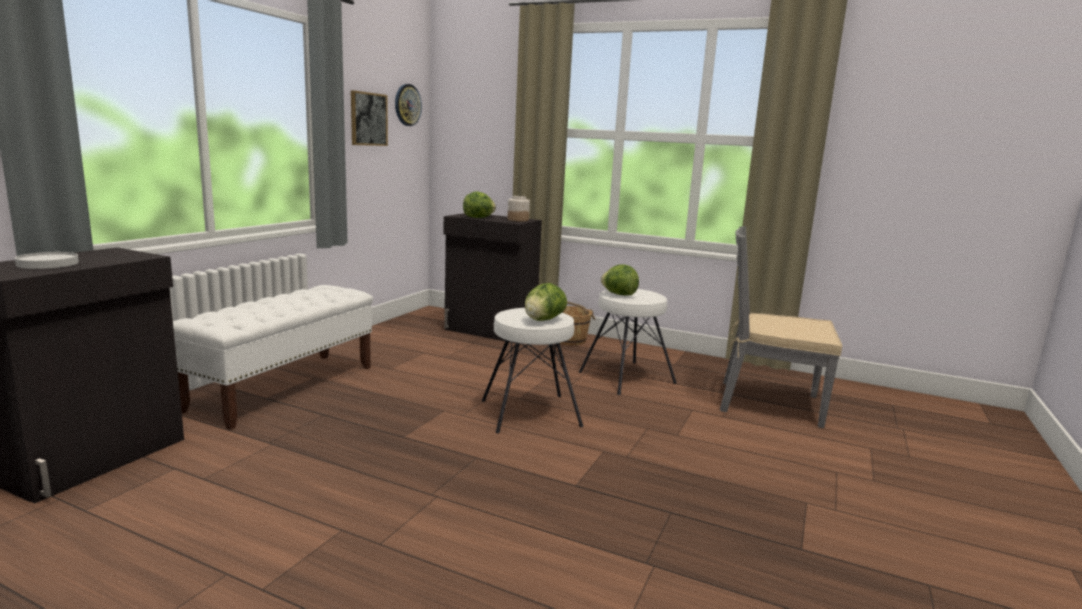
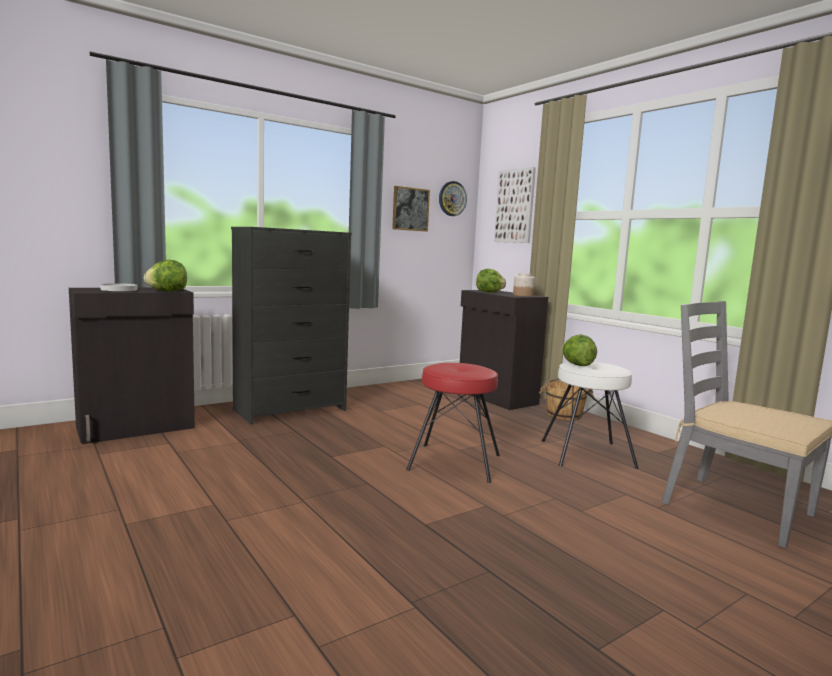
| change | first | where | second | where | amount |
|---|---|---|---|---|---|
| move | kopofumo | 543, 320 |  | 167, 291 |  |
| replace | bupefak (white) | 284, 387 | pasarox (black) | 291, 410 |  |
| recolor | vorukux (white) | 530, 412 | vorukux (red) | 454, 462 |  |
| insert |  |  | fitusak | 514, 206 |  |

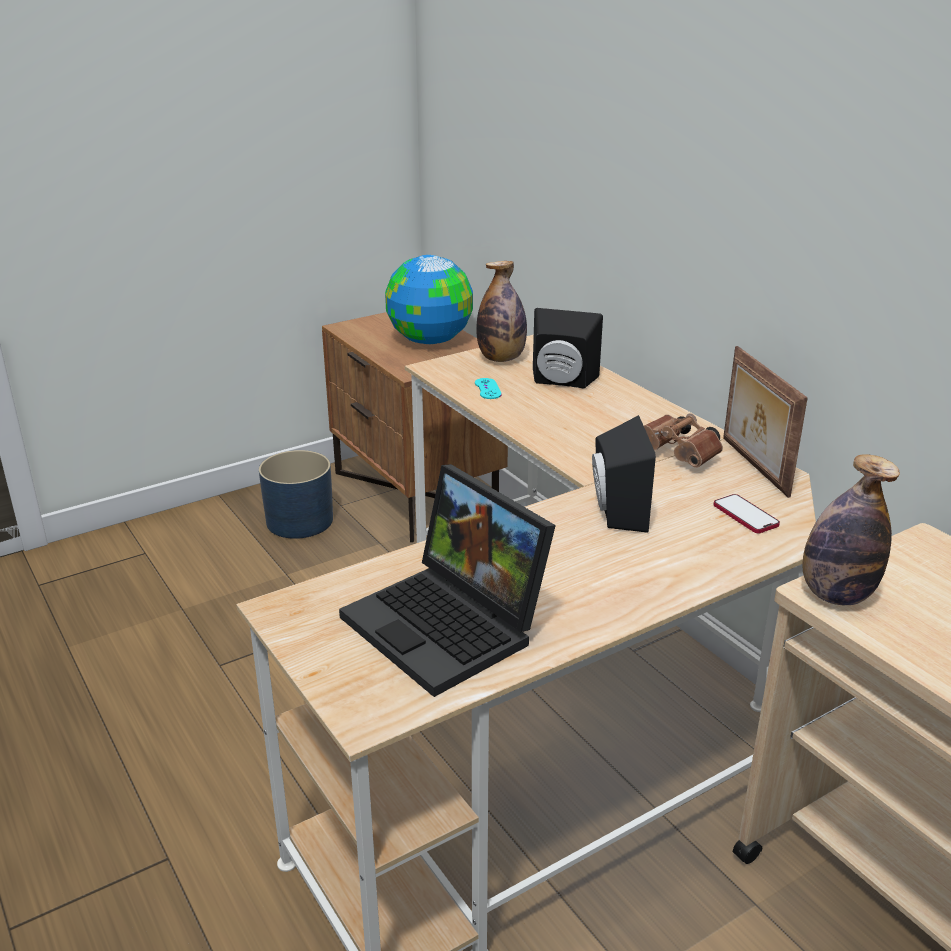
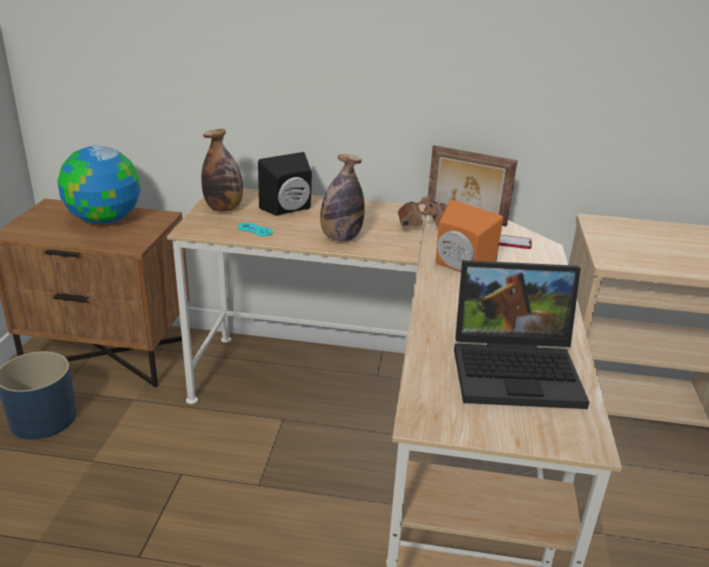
| change | first | where | second | where | amount |
|---|---|---|---|---|---|
| move | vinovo | 836, 595 |  | 340, 238 |  |
| recolor | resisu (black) | 615, 511 | resisu (orange) | 459, 268 |  |

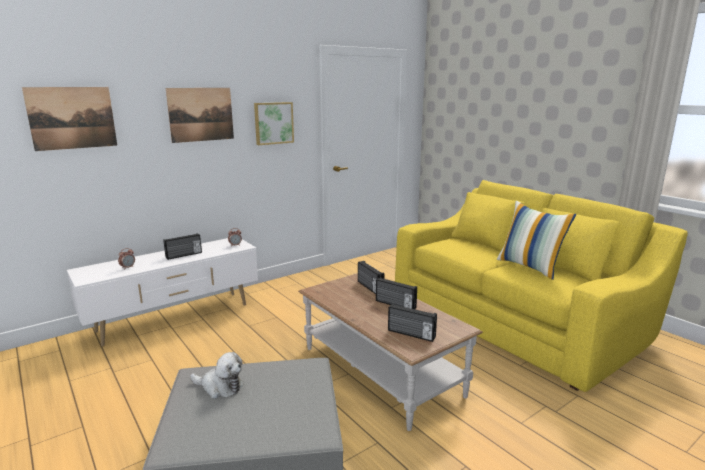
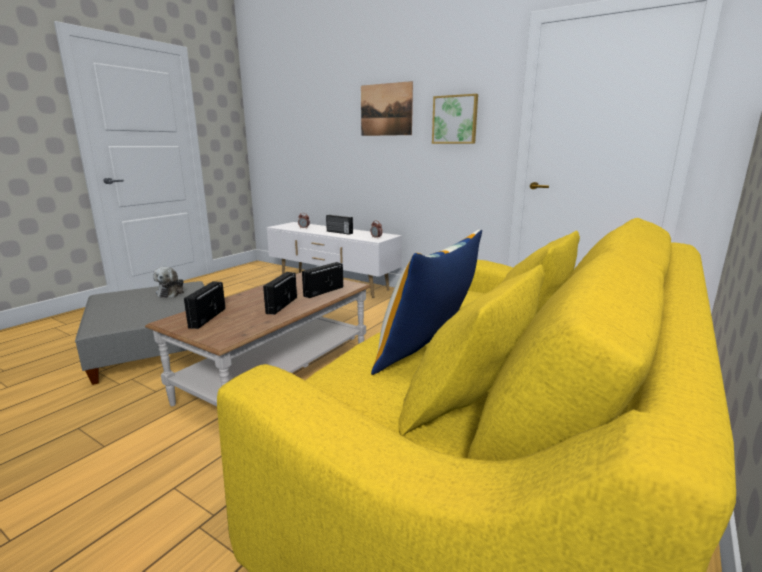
| change | first | where | second | where | amount |
|---|---|---|---|---|---|
| delete | fitusak | 72, 118 |  |  |  |

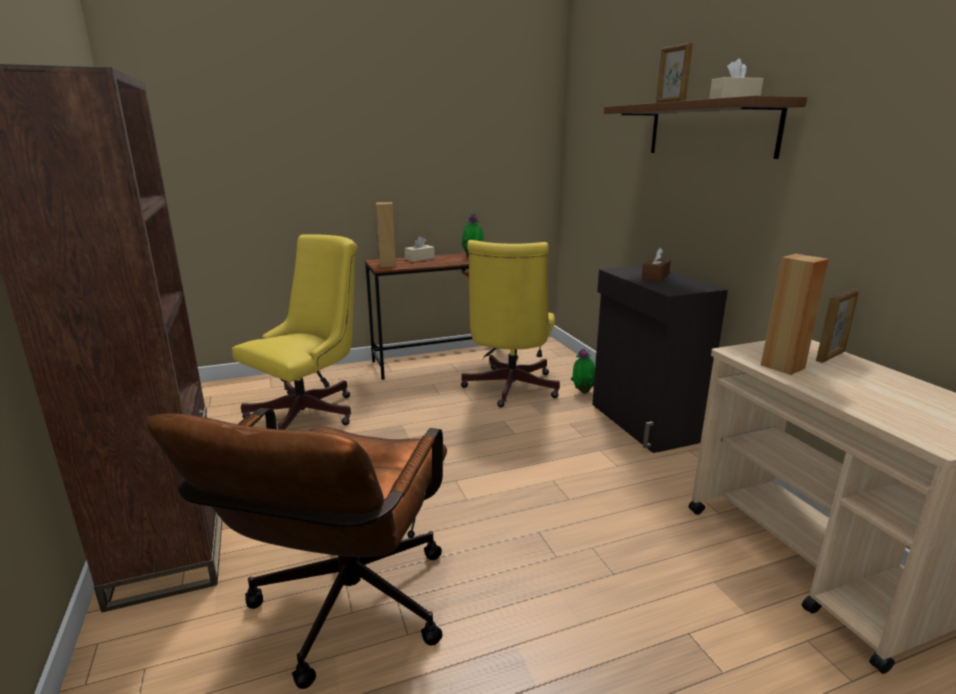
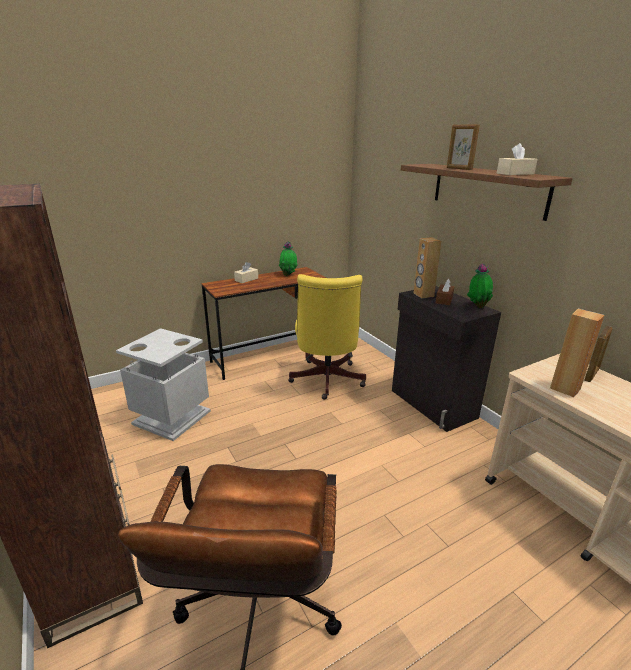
| change | first | where | second | where | amount |
|---|---|---|---|---|---|
| replace | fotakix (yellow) | 310, 412 | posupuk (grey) | 172, 417 |  |
| move | resisu (brown) | 387, 265 |  | 423, 295 |  |
| move | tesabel | 583, 392 |  | 477, 306 |  |

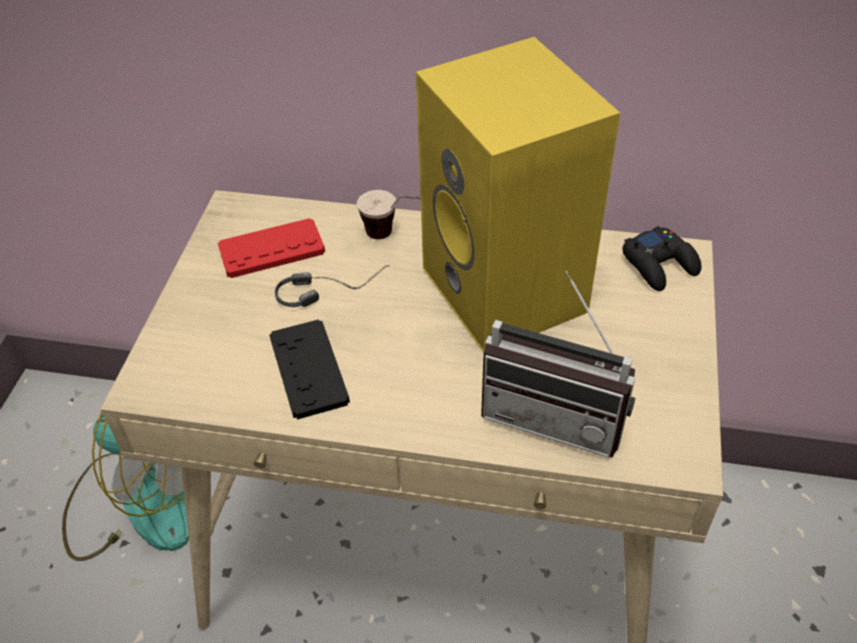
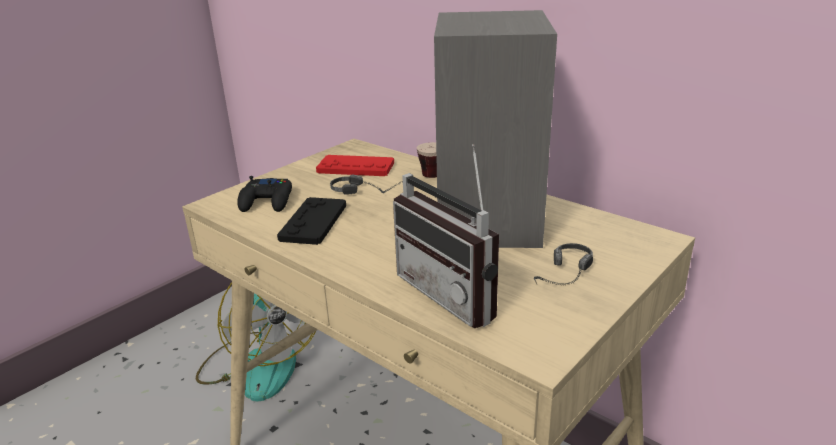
| change | first | where | second | where | amount |
|---|---|---|---|---|---|
| move | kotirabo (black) | 660, 265 |  | 267, 202 |  |
| recolor | resisu (yellow) | 508, 291 | resisu (grey) | 491, 222 |  |
| insert |  |  | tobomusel | 564, 279 |  |

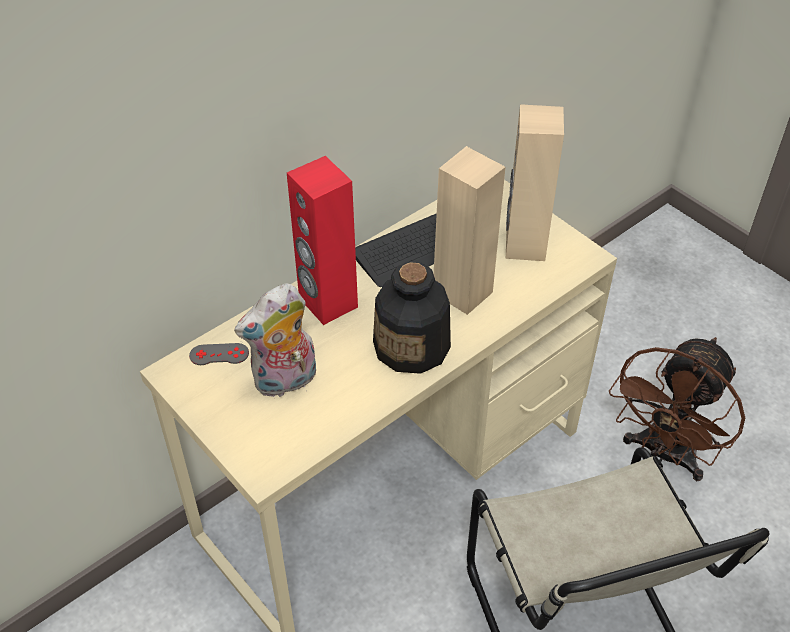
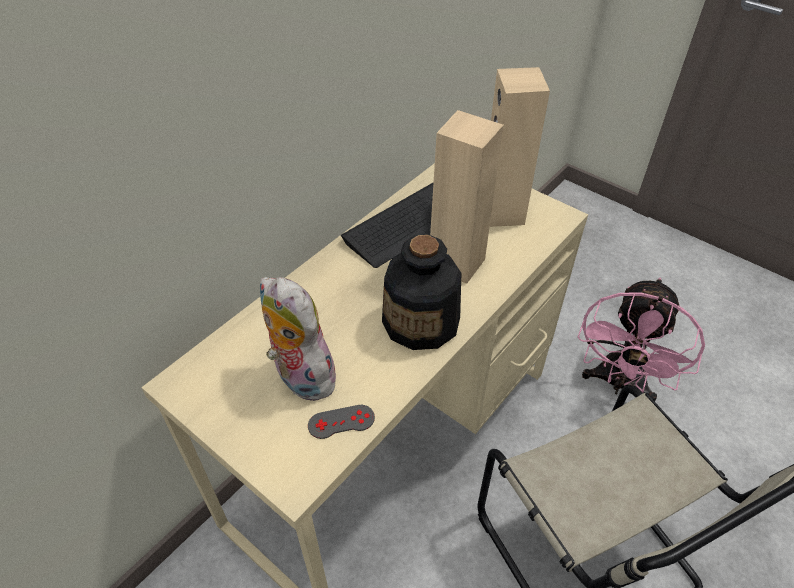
| change | first | where | second | where | amount |
|---|---|---|---|---|---|
| rotate | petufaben | 285, 382 |  | 300, 377 | 90 degrees clockwise |
| move | kotirabo (grey) | 219, 354 |  | 341, 422 |  |
| recolor | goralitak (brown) | 664, 455 | goralitak (pink) | 618, 383 |  |
| delete | resisu (red) | 327, 303 |  |  |  |

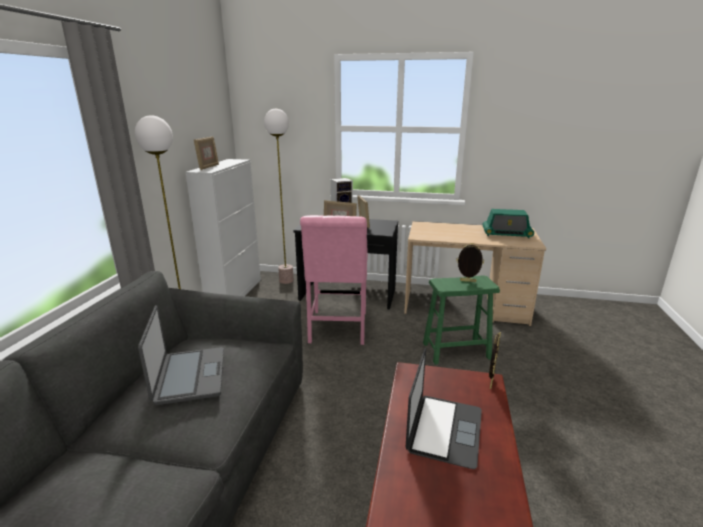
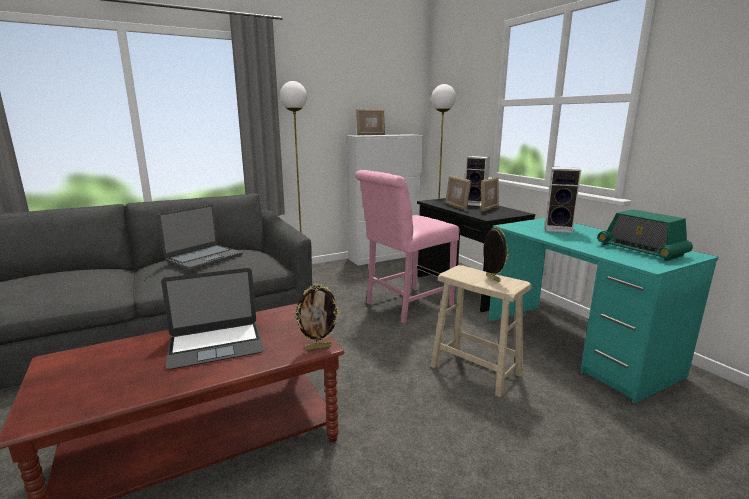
| change | first | where | second | where | amount |
|---|---|---|---|---|---|
| recolor | vorukux (green) | 456, 351 | vorukux (beige) | 475, 370 |  |
| recolor | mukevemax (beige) | 464, 307 | mukevemax (turquoise) | 575, 346 |  |
| insert |  |  | resisu | 559, 229 |  |

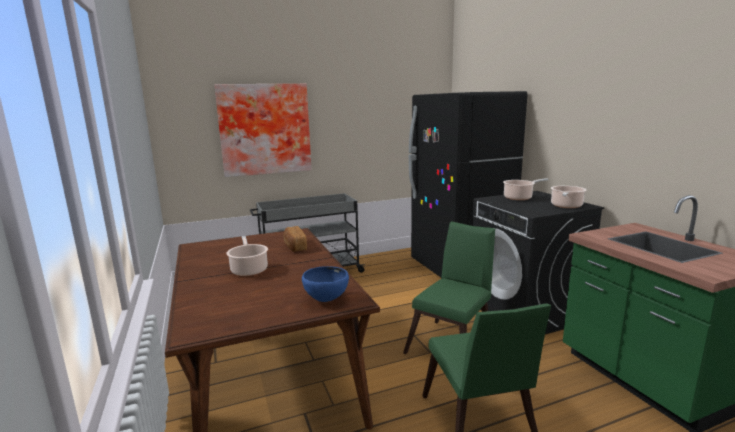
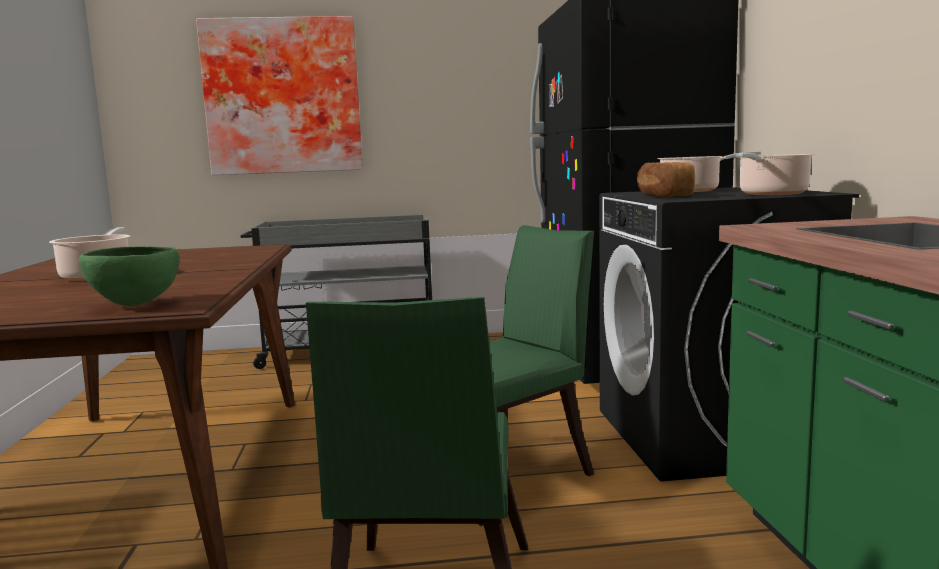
| change | first | where | second | where | amount |
|---|---|---|---|---|---|
| recolor | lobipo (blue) | 326, 300 | lobipo (green) | 135, 305 |  |
| move | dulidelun | 294, 246 |  | 662, 196 |  |

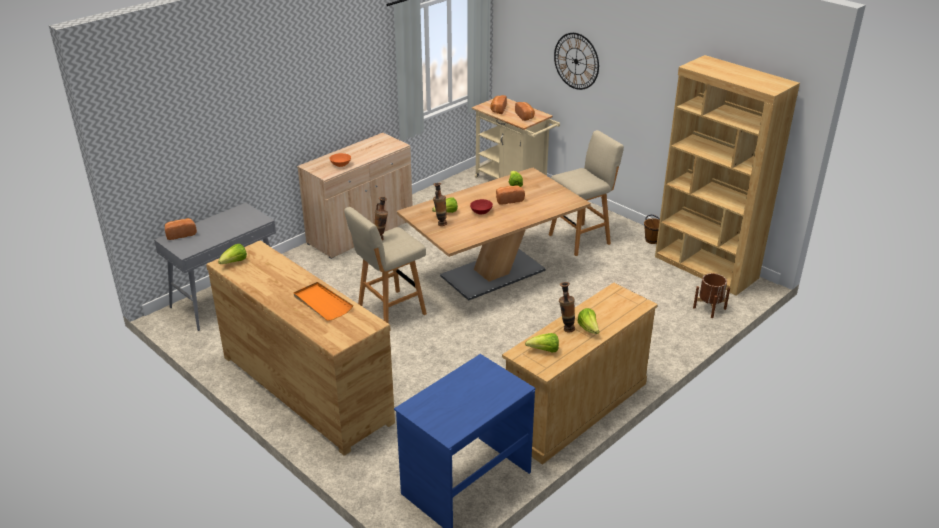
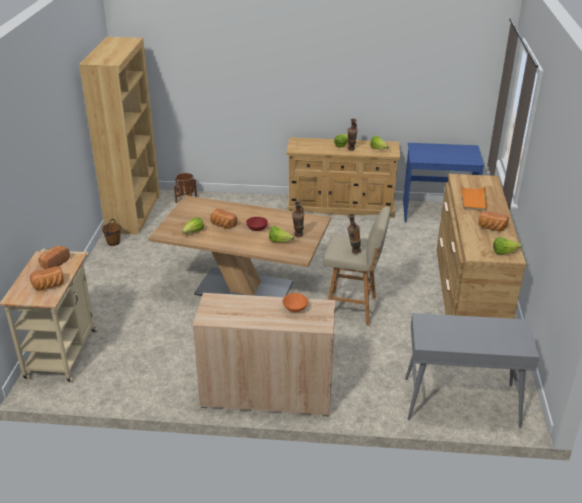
| change | first | where | second | where | amount |
|---|---|---|---|---|---|
| move | dulidelun | 181, 234 |  | 491, 228 |  |
| delete | vorukux (beige) | 581, 239 |  |  |  |
| delete | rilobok | 576, 61 |  |  |  |

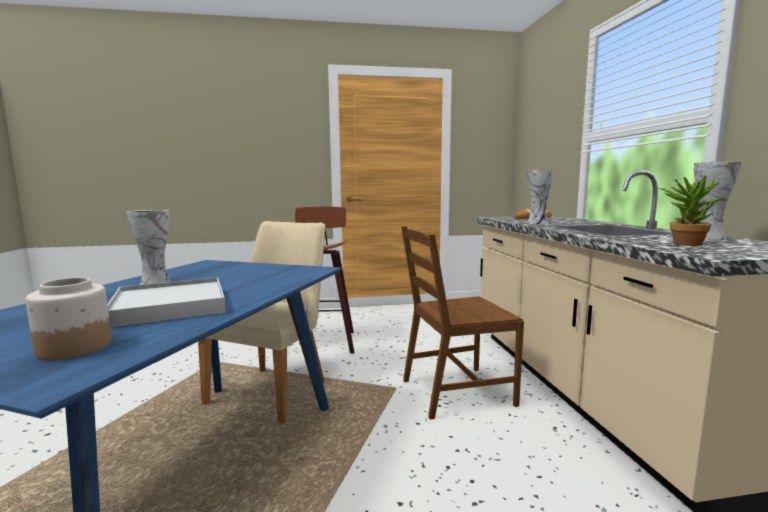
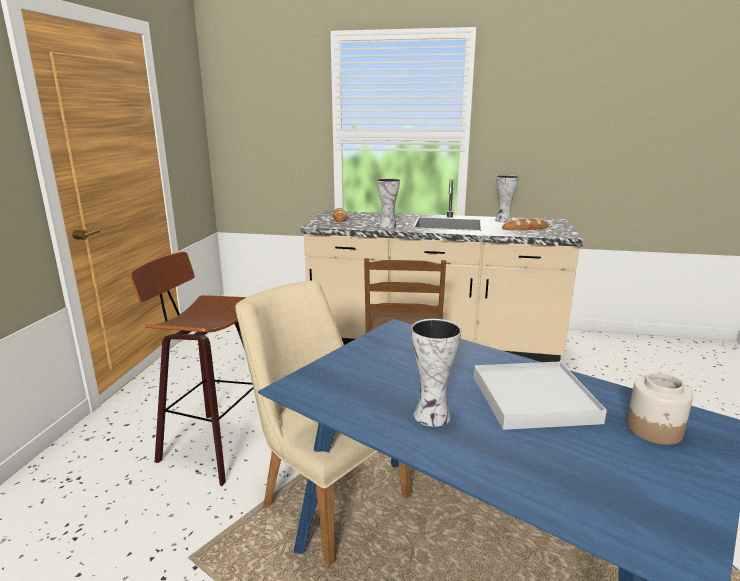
| change | first | where | second | where | amount |
|---|---|---|---|---|---|
| replace | tesabel | 685, 243 | dulidelun | 525, 228 |  |

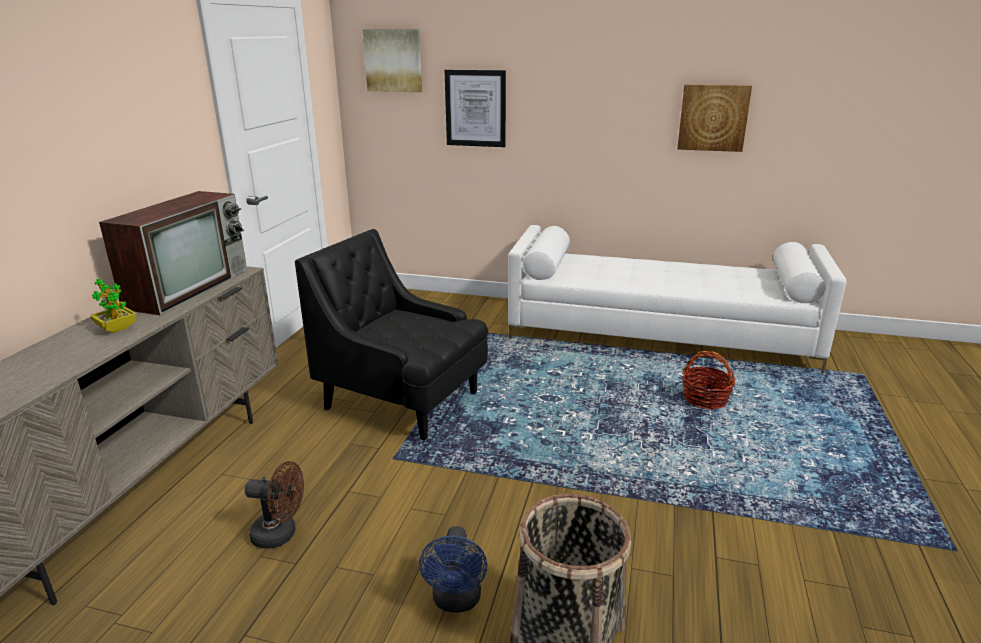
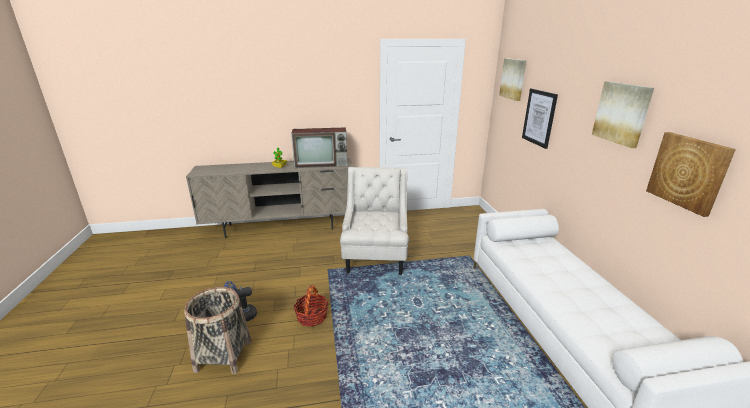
| change | first | where | second | where | amount |
|---|---|---|---|---|---|
| move | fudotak | 705, 399 |  | 312, 317 |  |
| recolor | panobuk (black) | 403, 401 | panobuk (white) | 376, 256 |  |
| insert |  |  | fitusak | 622, 113 |  |
| delete | goralitak (brown) | 281, 534 |  |  |  |

